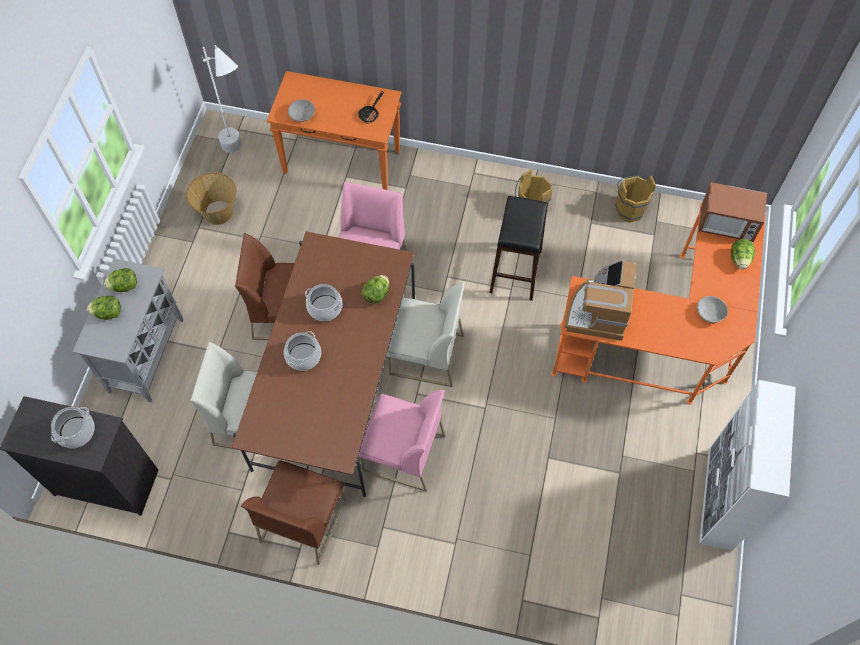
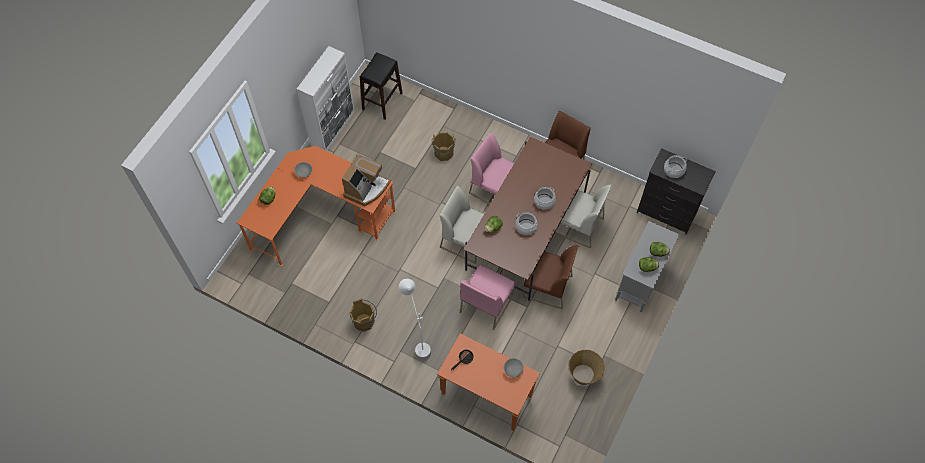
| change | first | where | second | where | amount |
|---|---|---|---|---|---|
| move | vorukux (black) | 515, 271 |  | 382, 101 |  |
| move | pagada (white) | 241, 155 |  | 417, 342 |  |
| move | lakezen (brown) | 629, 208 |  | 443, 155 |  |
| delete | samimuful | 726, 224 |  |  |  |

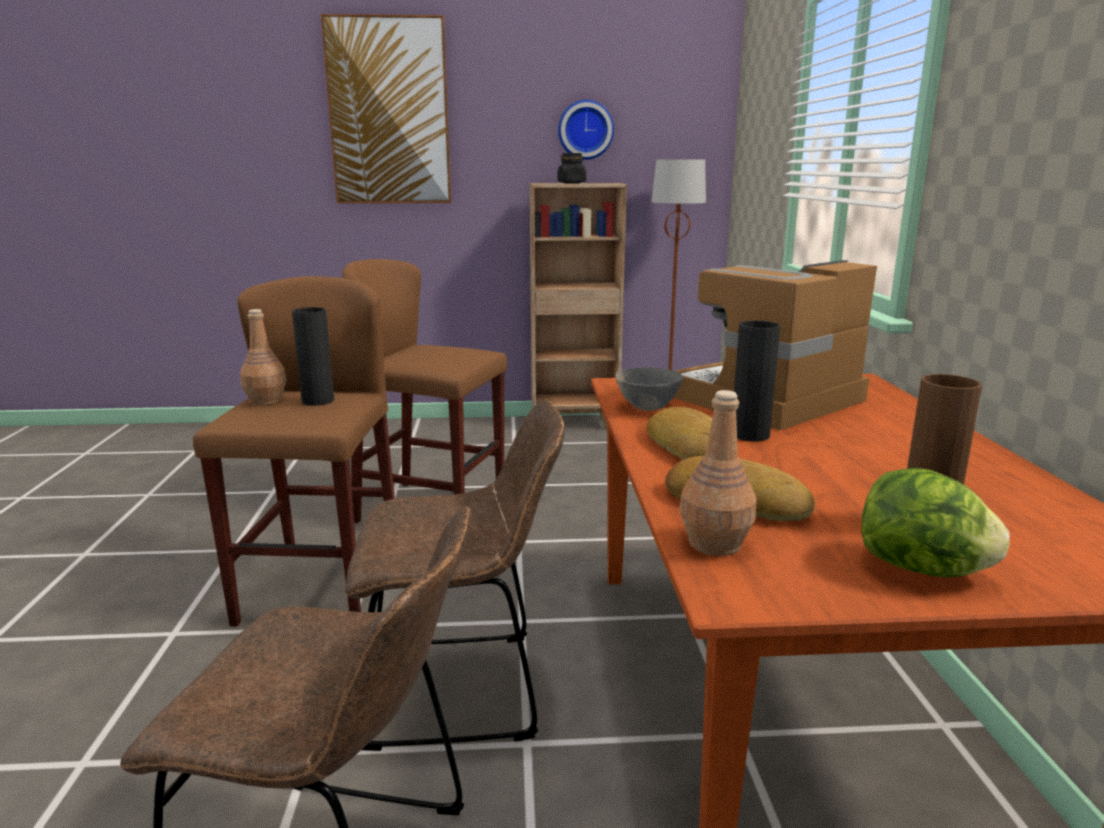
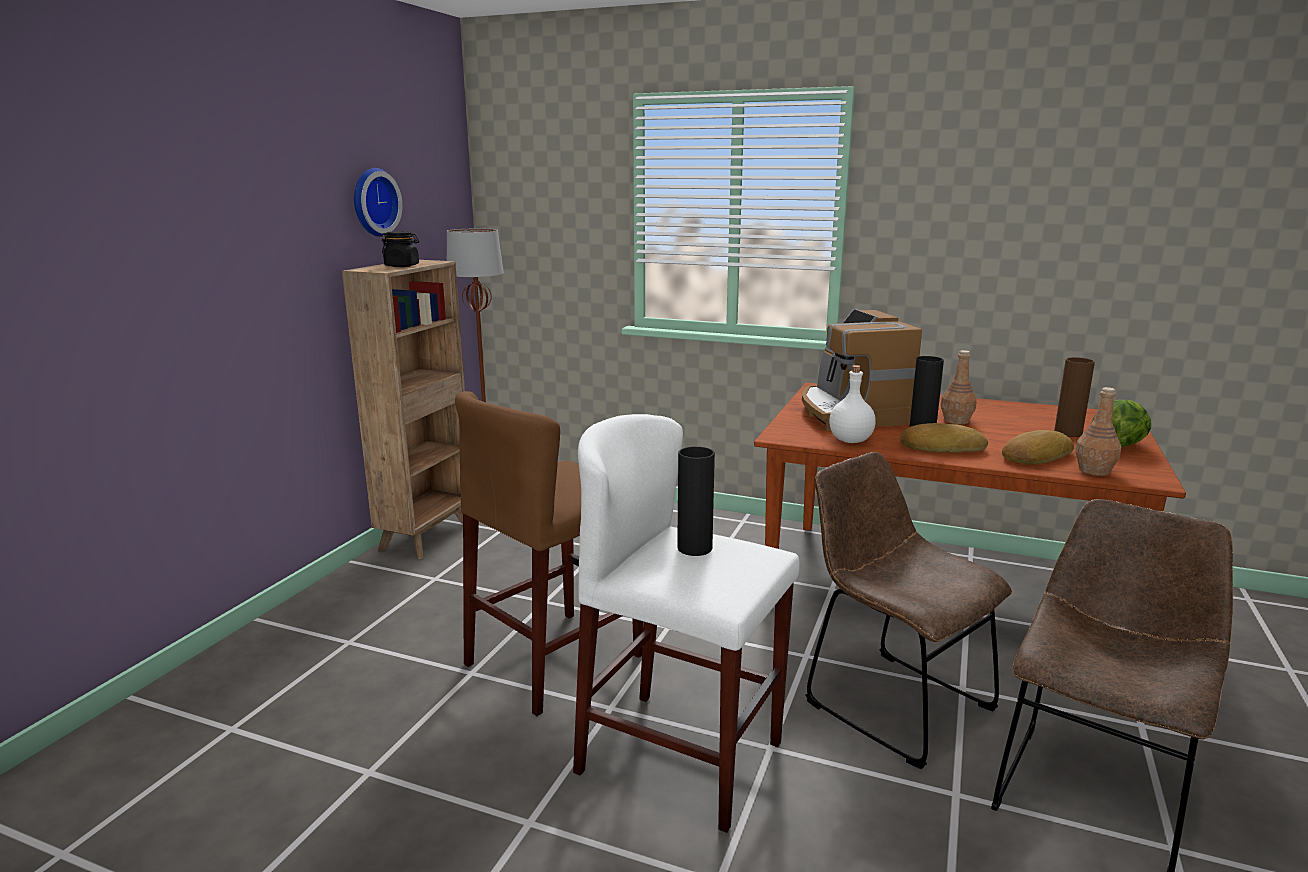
| change | first | where | second | where | amount |
|---|---|---|---|---|---|
| recolor | vorukux (brown) | 321, 587 | vorukux (white) | 680, 757 |  |
| rotate | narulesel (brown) | 463, 688 |  | 891, 702 | 60 degrees counterclockwise |
| replace | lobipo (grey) | 647, 407 | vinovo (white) | 849, 440 |  |
| move | vinovo (brown) | 266, 401 |  | 956, 421 |  |
| delete | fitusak | 389, 112 |  |  |  |

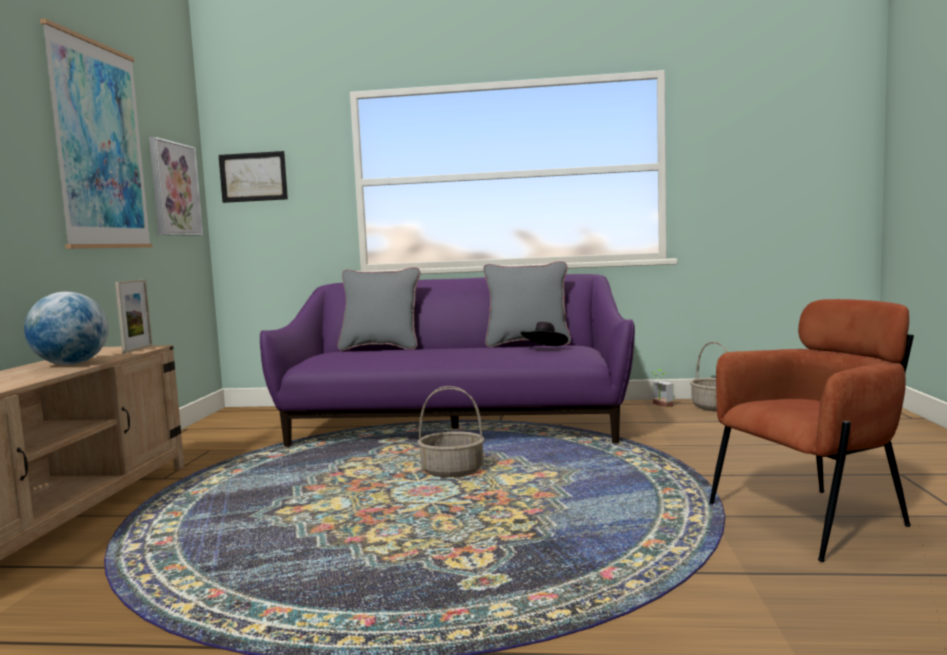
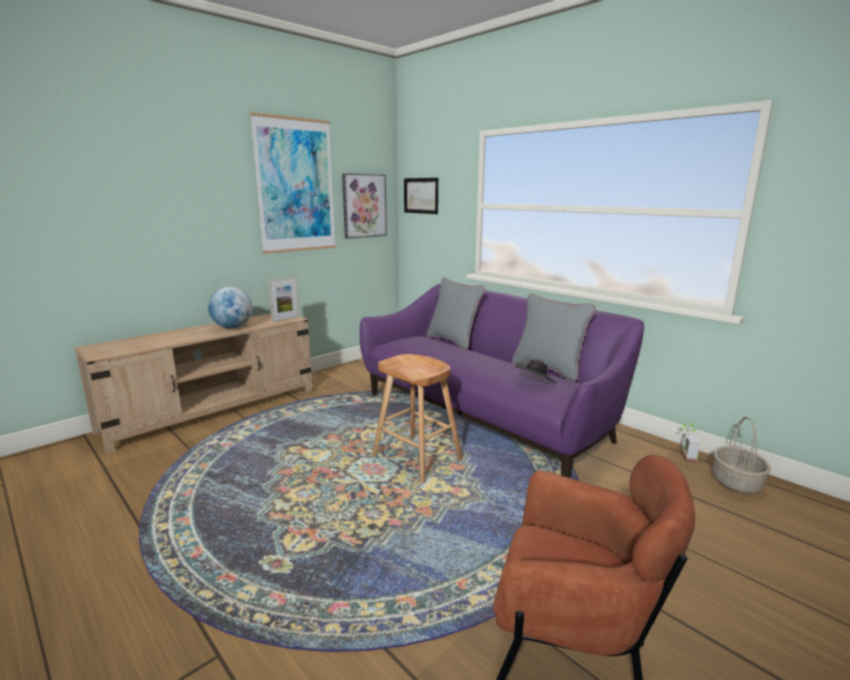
| change | first | where | second | where | amount |
|---|---|---|---|---|---|
| replace | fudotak | 453, 471 | vorukux (brown) | 416, 458 |  |

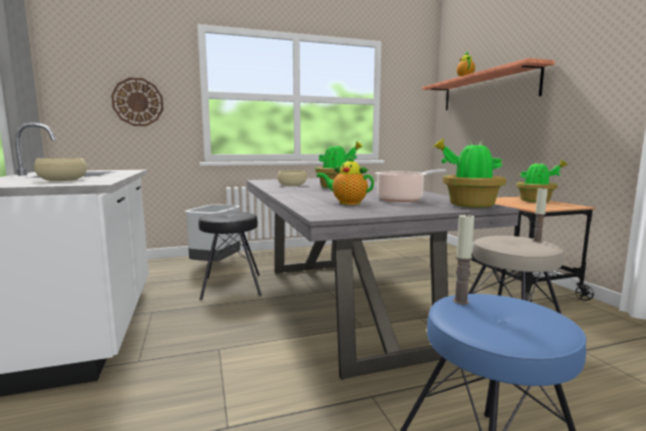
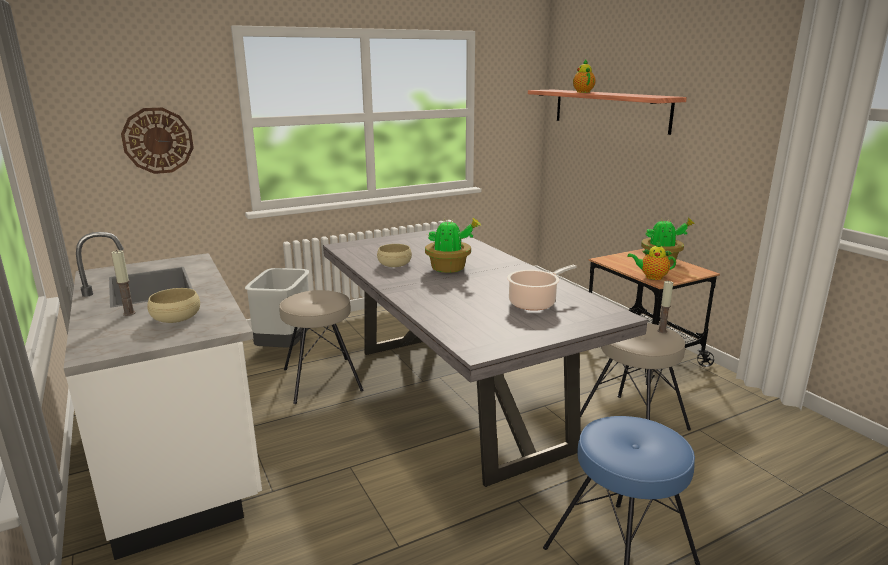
| change | first | where | second | where | amount |
|---|---|---|---|---|---|
| move | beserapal | 461, 301 |  | 129, 313 |  |
| recolor | vorukux (black) | 231, 286 | vorukux (beige) | 321, 380 |  |
| move | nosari | 347, 203 |  | 651, 277 |  |
| delete | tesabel | 469, 205 |  |  |  |

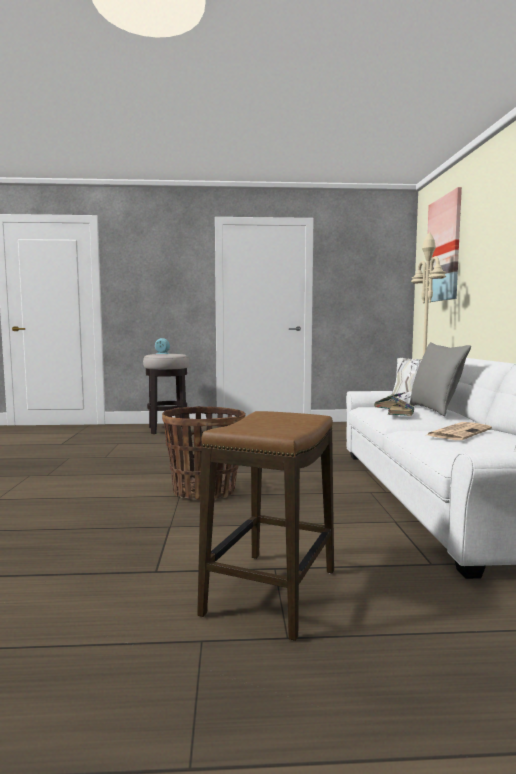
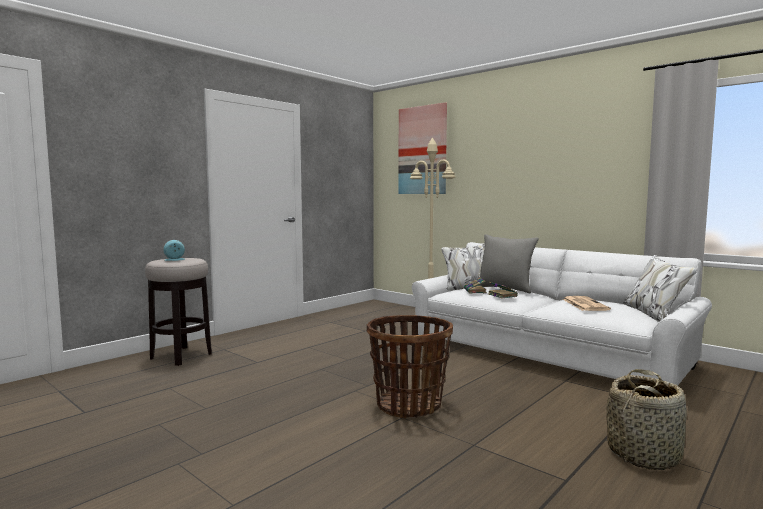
| change | first | where | second | where | amount |
|---|---|---|---|---|---|
| replace | vorukux | 271, 593 | fudotak | 644, 454 |  |

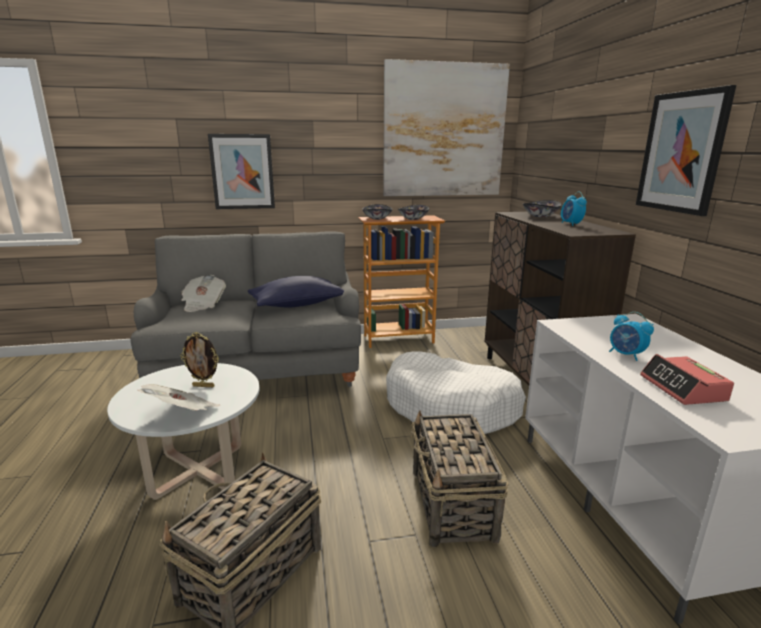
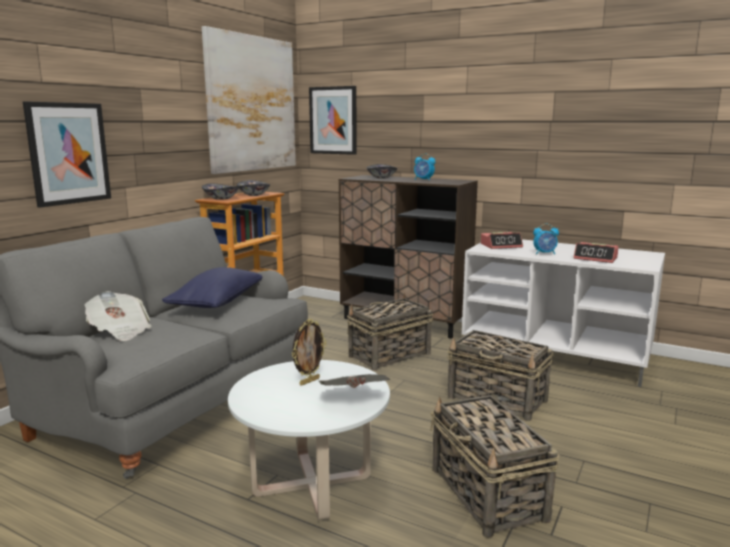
| change | first | where | second | where | amount |
|---|---|---|---|---|---|
| move | fitusak | 682, 152 |  | 333, 120 |  |
| replace | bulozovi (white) | 451, 407 | fudotak | 389, 355 |  |
| insert |  |  | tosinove | 501, 246 |  |

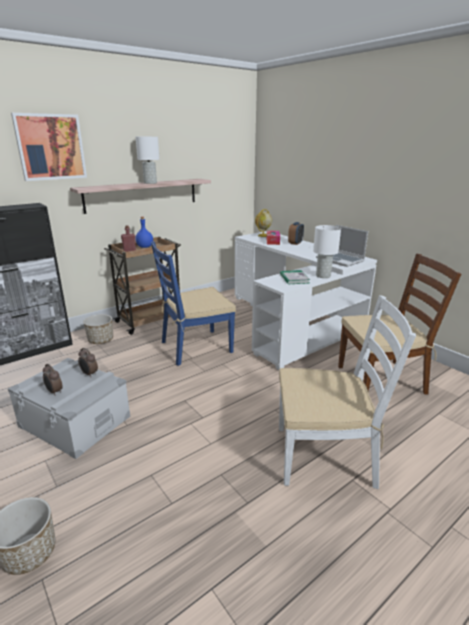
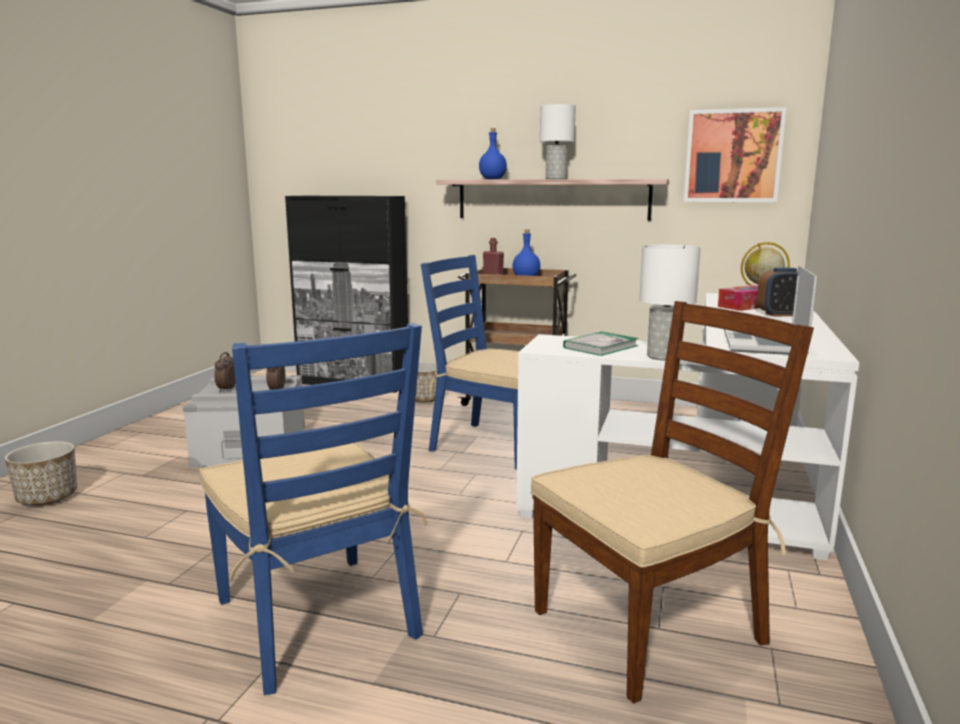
| change | first | where | second | where | amount |
|---|---|---|---|---|---|
| recolor | narulesel (white) | 325, 455 | narulesel (blue) | 317, 619 |  |
| insert |  |  | vinovo (blue) | 493, 179 |  |
| rotate | narulesel (brown) | 381, 379 |  | 649, 625 | 75 degrees counterclockwise |
| move | fitusak | 51, 147 |  | 733, 156 |  |

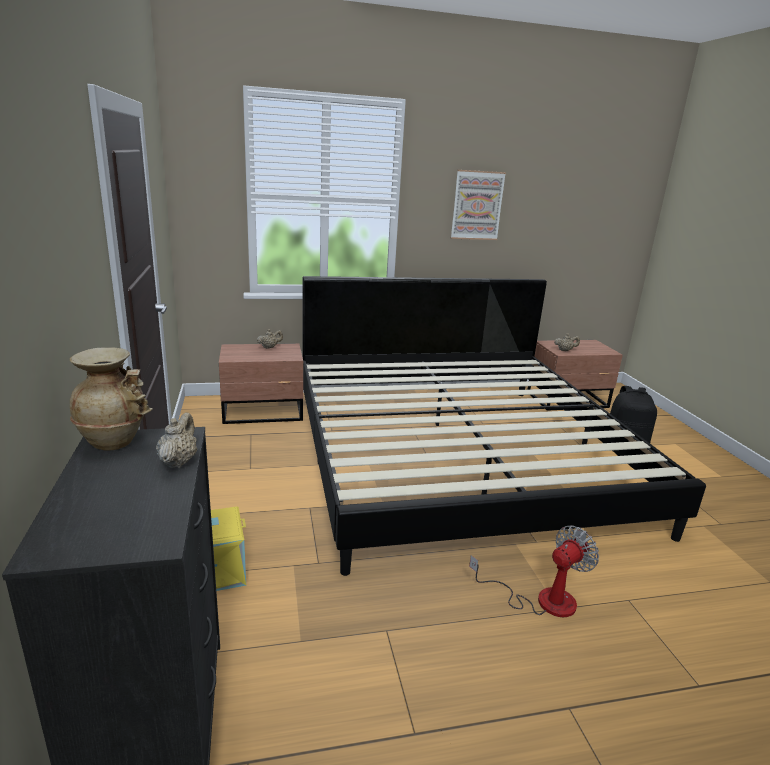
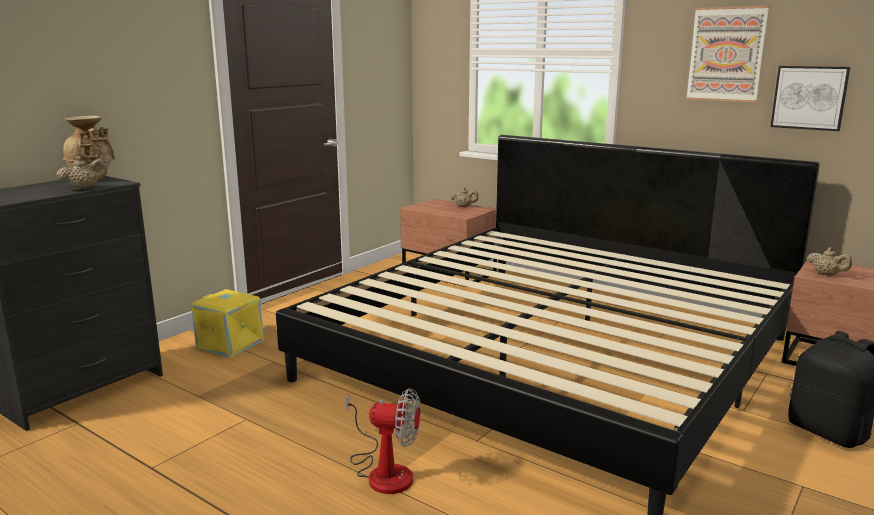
| change | first | where | second | where | amount |
|---|---|---|---|---|---|
| insert |  |  | fitusak | 809, 97 |  |

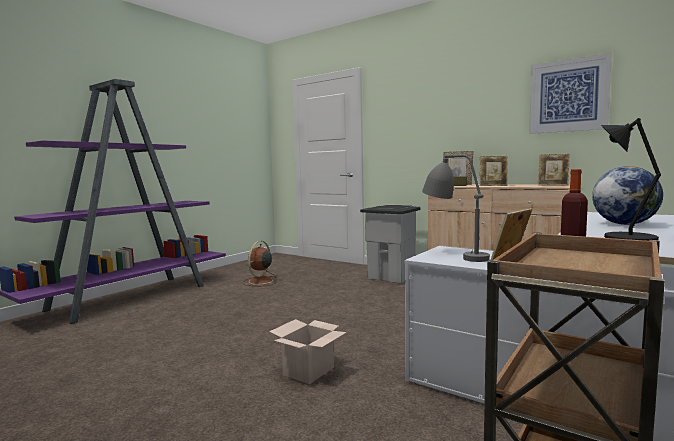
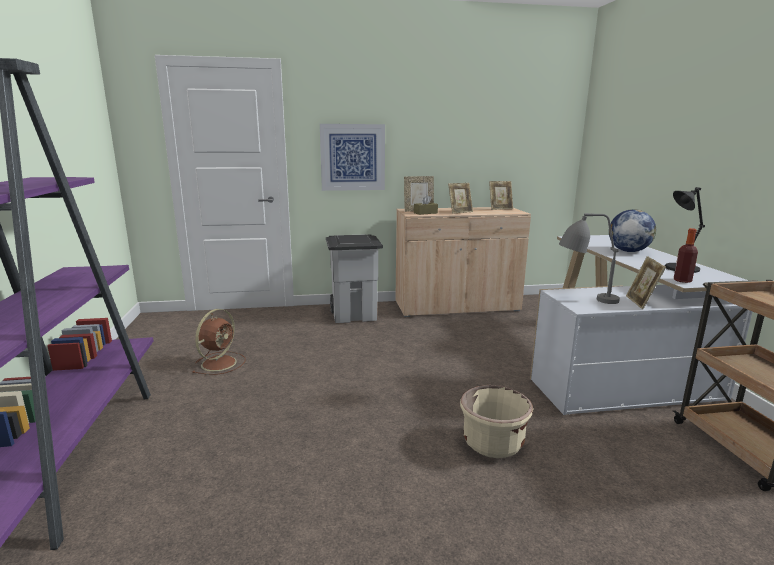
| change | first | where | second | where | amount |
|---|---|---|---|---|---|
| rotate | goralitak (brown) | 260, 281 |  | 220, 363 | 135 degrees counterclockwise |
| move | fitusak | 568, 96 |  | 352, 157 |  |
| replace | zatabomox | 308, 371 | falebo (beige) | 493, 443 |  |

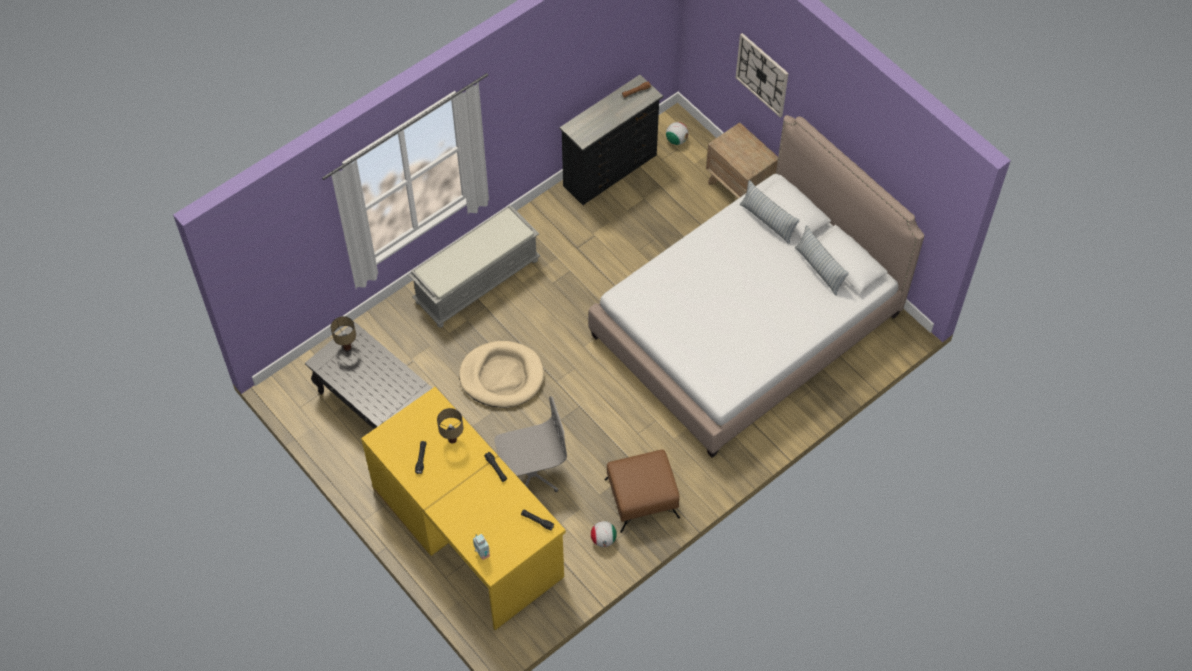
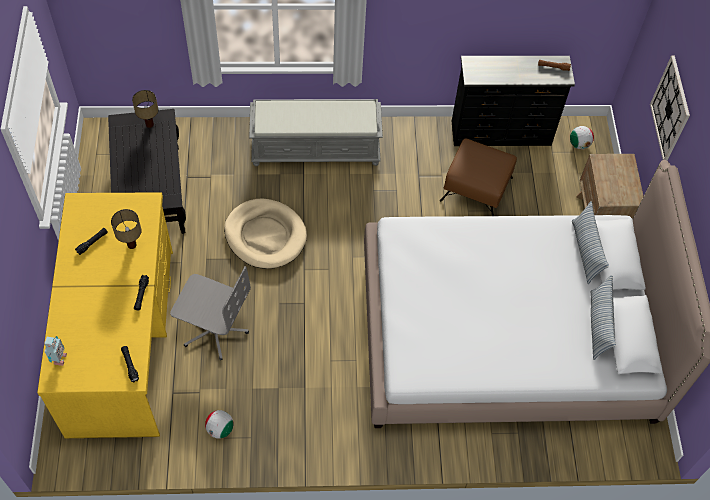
| change | first | where | second | where | amount |
|---|---|---|---|---|---|
| move | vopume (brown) | 642, 498 |  | 477, 189 |  |

